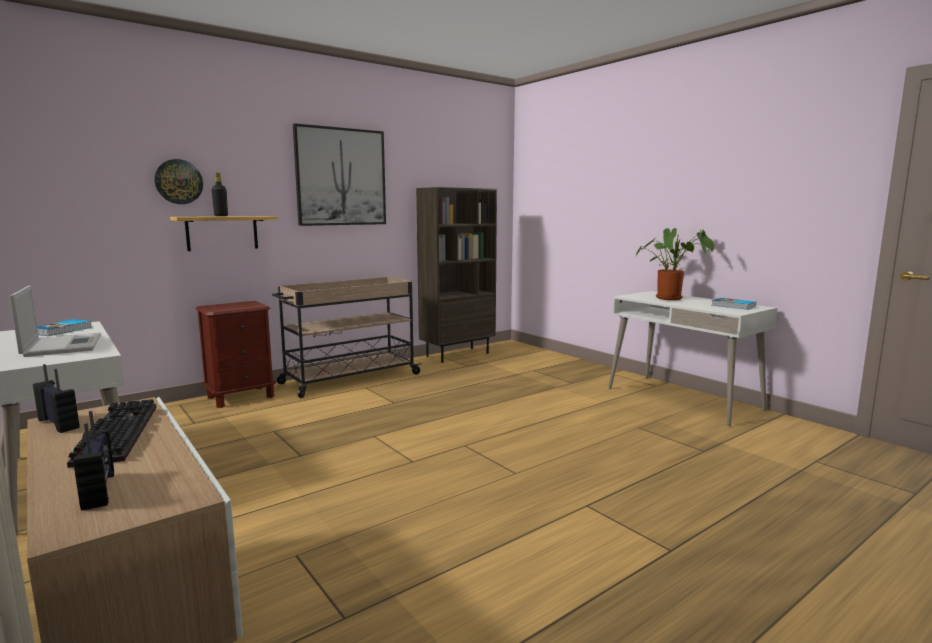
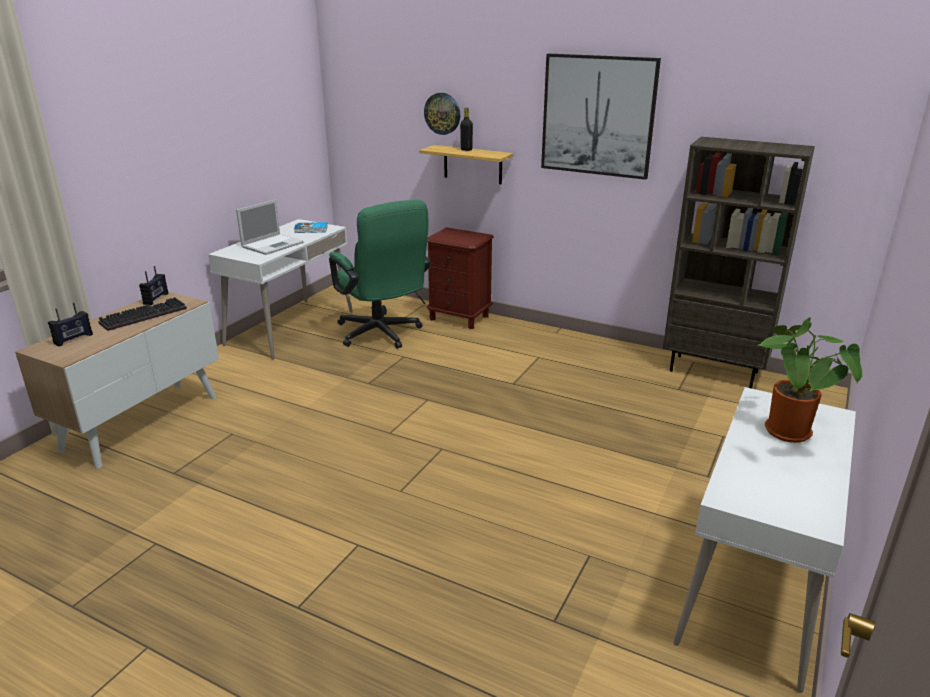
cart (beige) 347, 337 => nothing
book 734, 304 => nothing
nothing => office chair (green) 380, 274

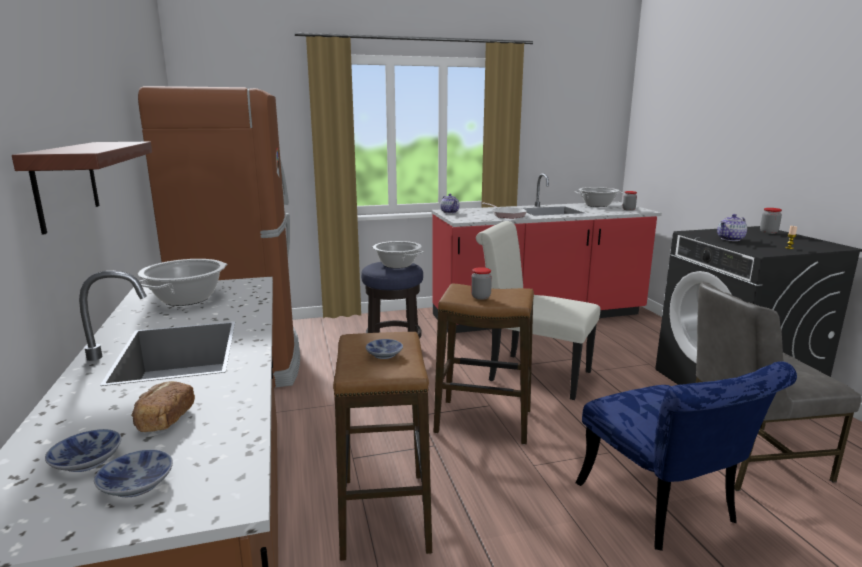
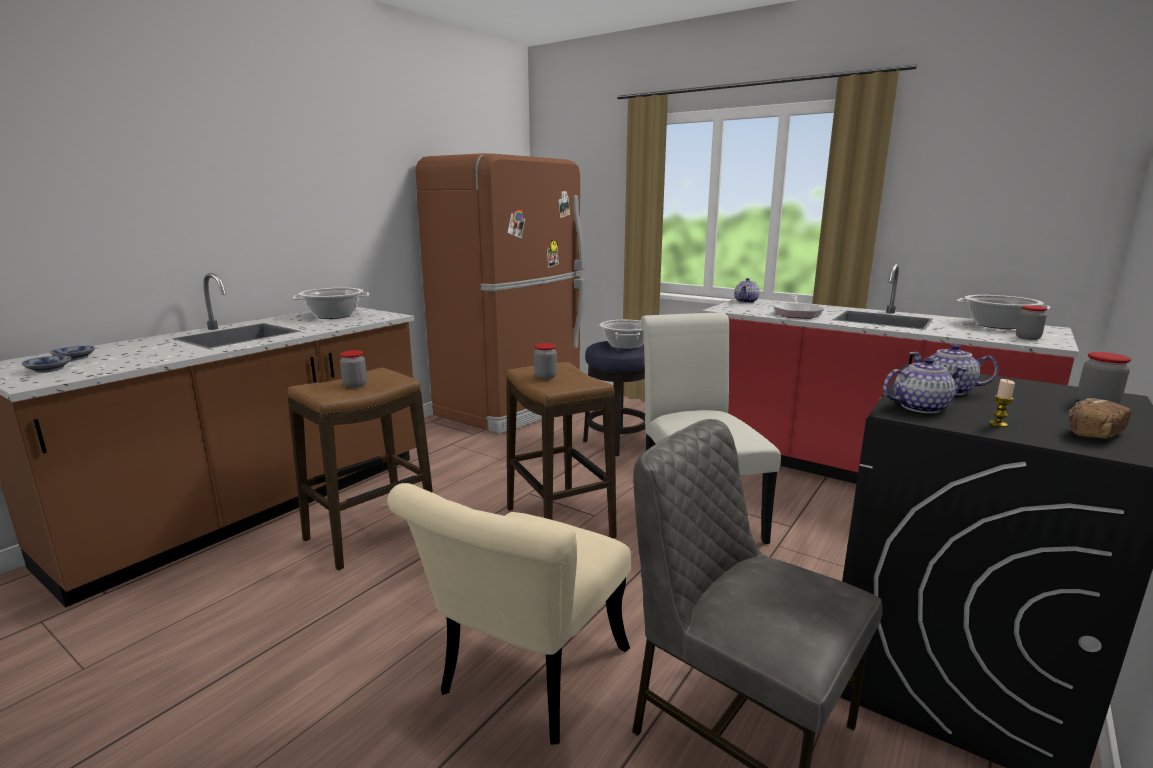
shelf 82, 188 => nothing
nothing => teapot 926, 385
bread 163, 406 => bread 1099, 418, relocated
bowl 384, 349 => jar 353, 369
chair (blue) 686, 456 => chair (beige) 509, 614

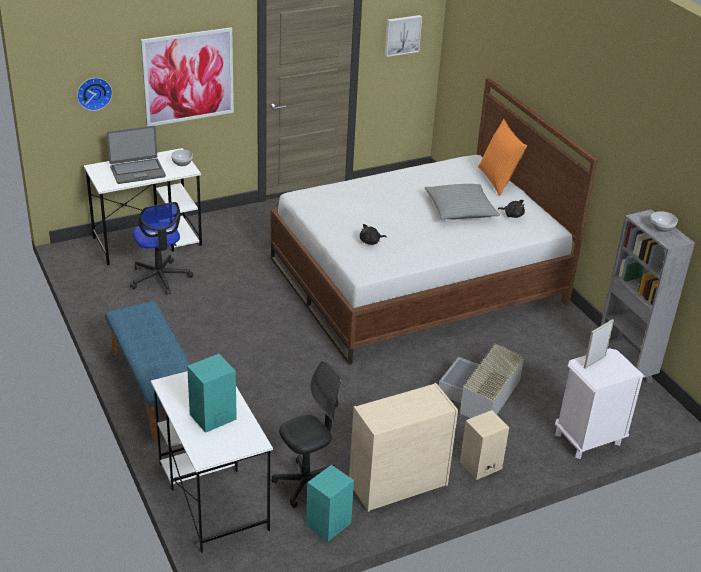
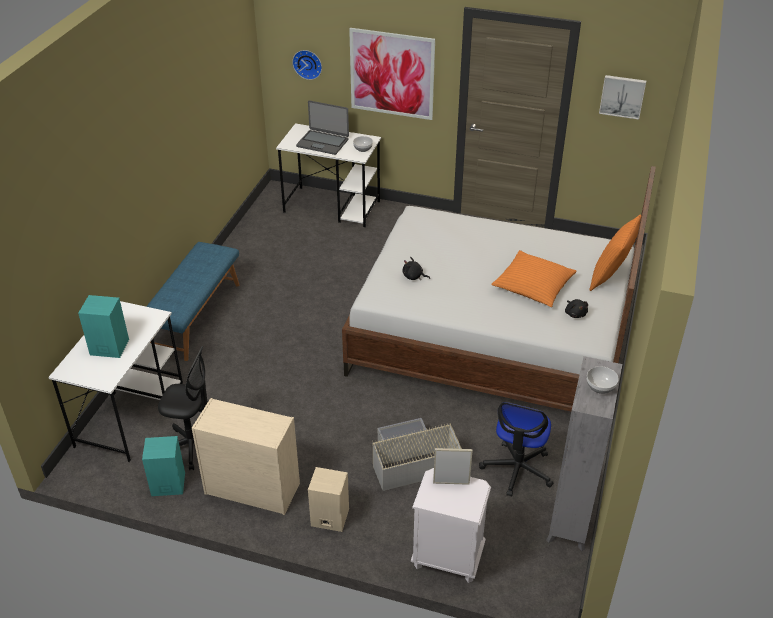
office chair 161, 248 => office chair 516, 449, relocated
pillow (grey) 462, 201 => pillow (orange) 534, 278

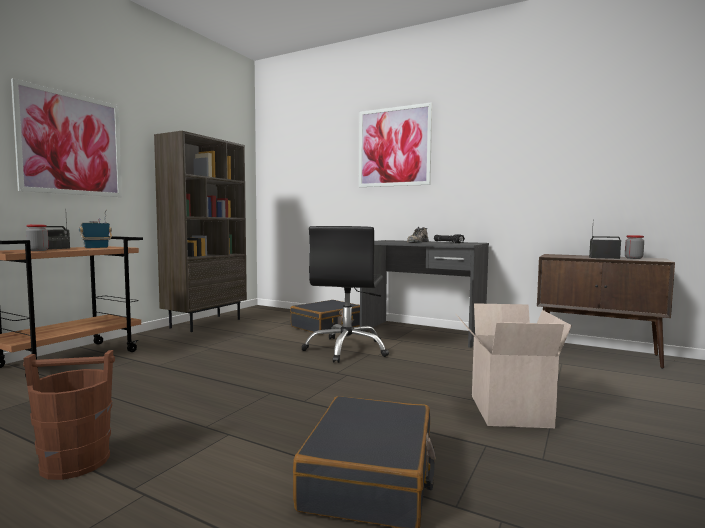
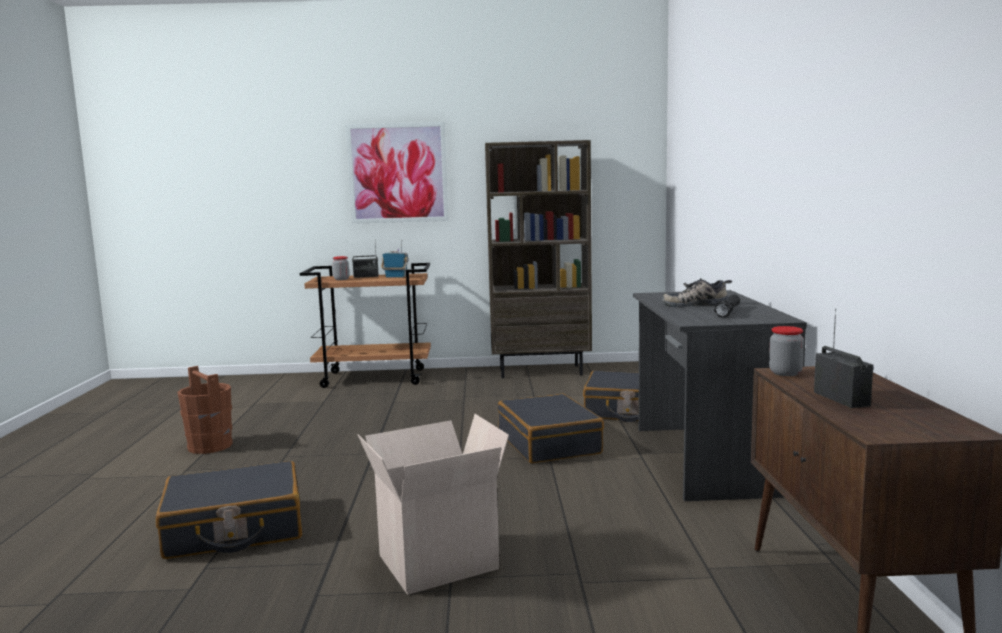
picture 395, 144 => nothing
jar 634, 247 => jar 786, 351, relocated
office chair (black) 345, 294 => suitcase (black) 551, 428

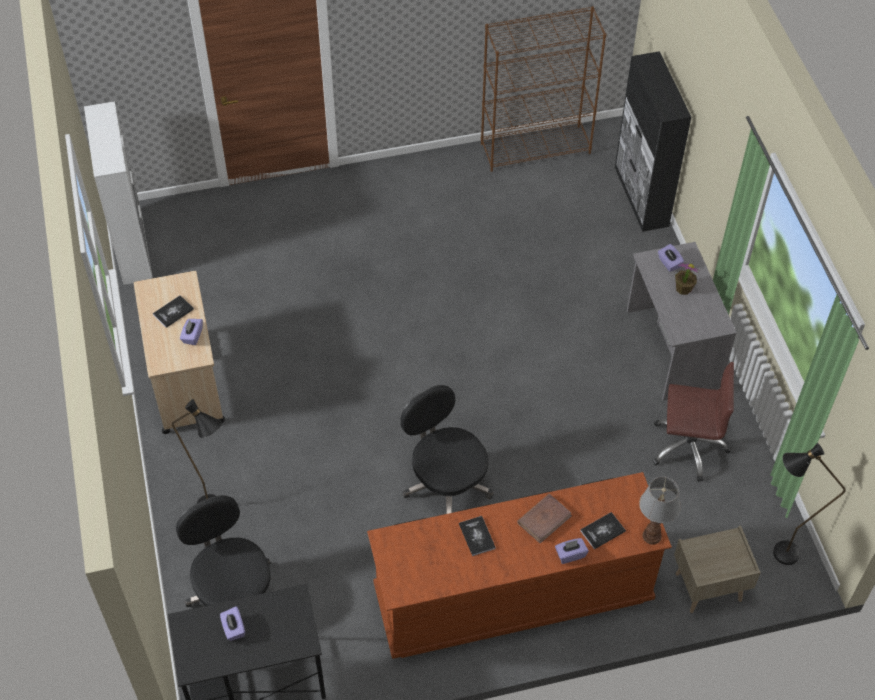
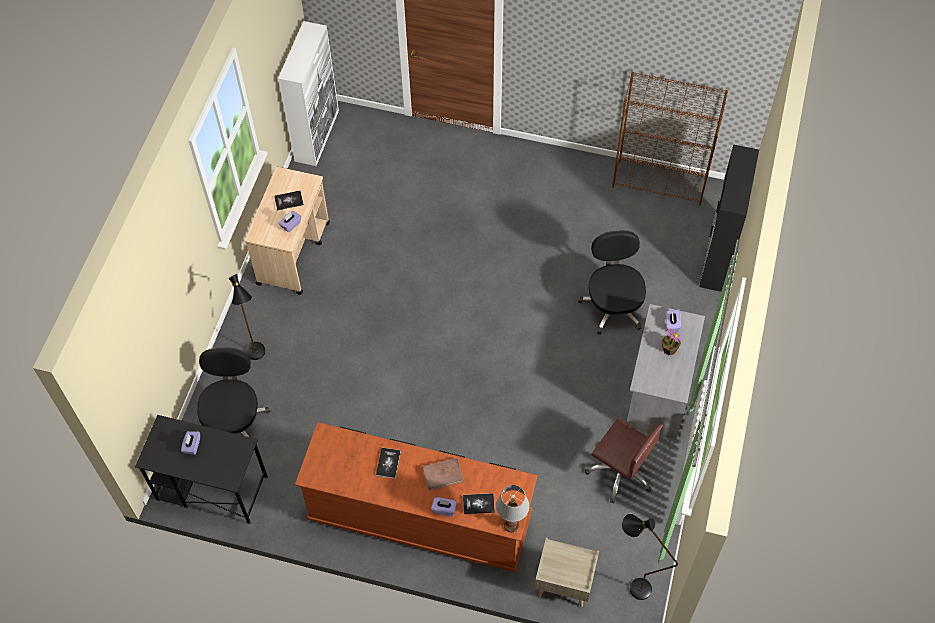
office chair (black) 447, 449 => office chair (black) 612, 282, relocated

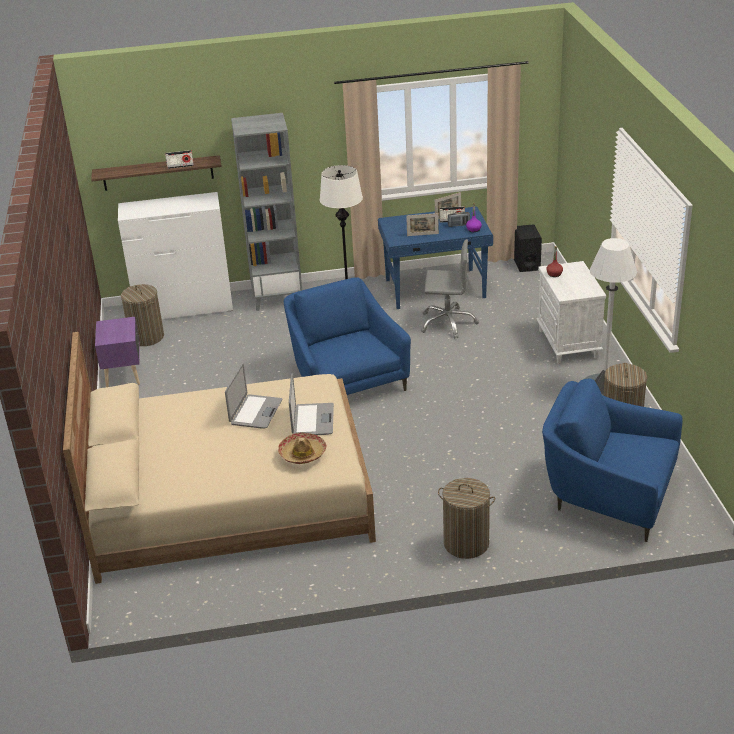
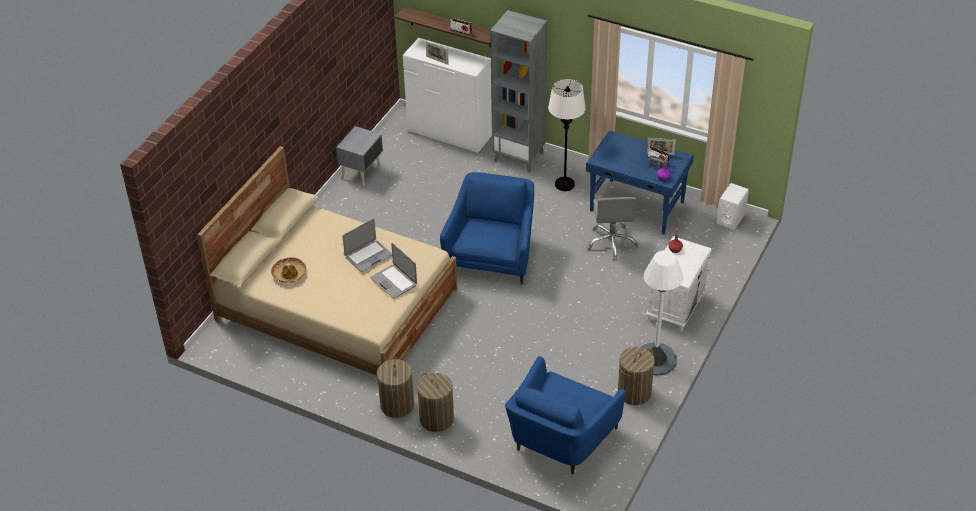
laundry basket 142, 315 => laundry basket 395, 387, relocated
hat 302, 448 => hat 288, 270, relocated
picture frame 422, 224 => picture frame 437, 53, relocated
nightstand (purple) 117, 352 => nightstand (grey) 359, 156
speaker (black) 528, 248 => speaker (white) 733, 206
laptop 311, 404 => laptop 393, 270, 105 degrees clockwise
office chair (grey) 450, 289 => office chair (grey) 613, 228, 45 degrees clockwise
armchair (blue) 612, 460 => armchair (blue) 565, 415, 120 degrees counterclockwise

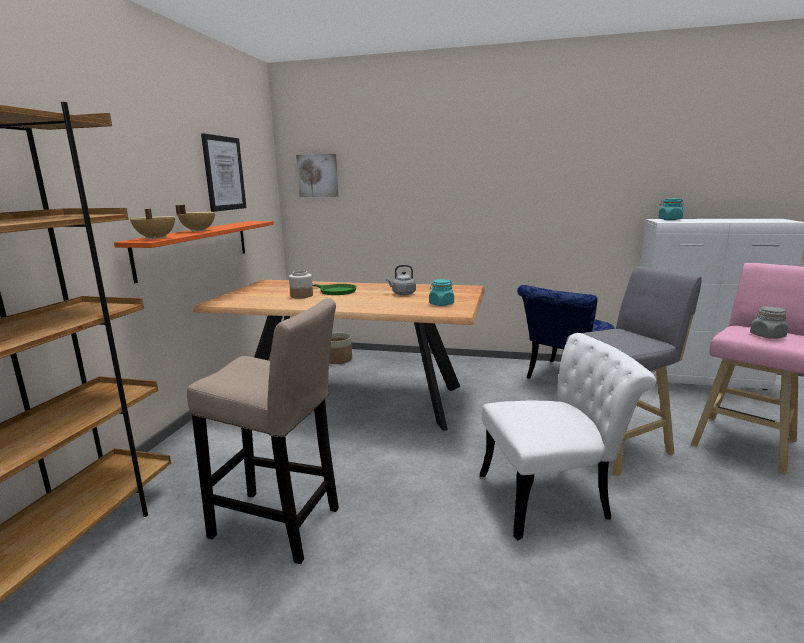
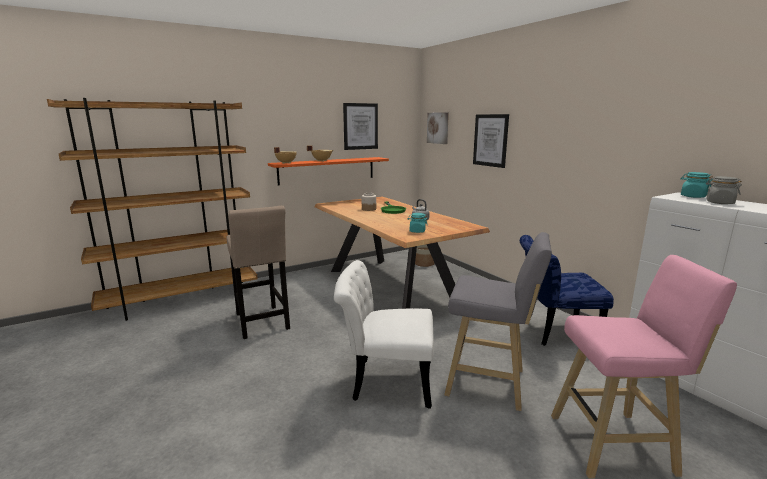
nothing => picture 491, 141
jar (grey) 769, 322 => jar (grey) 724, 190, relocated
chair (white) 568, 436 => chair (white) 384, 334, 150 degrees clockwise

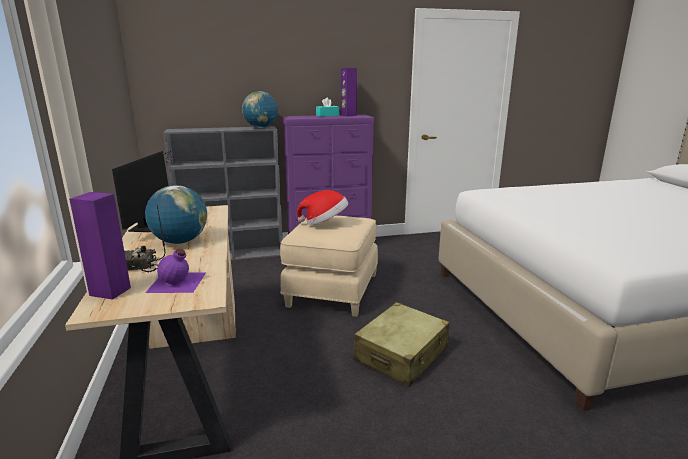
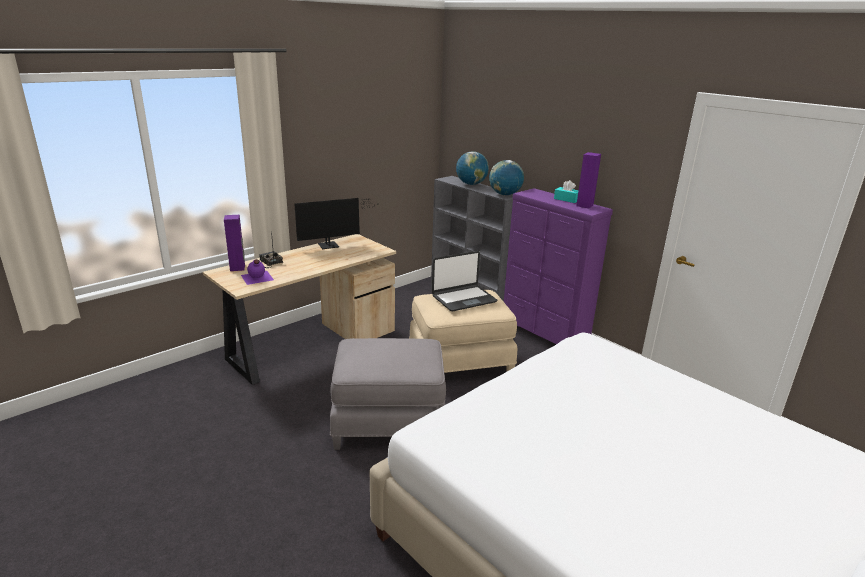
globe 176, 214 => globe 472, 168, relocated
hat 322, 207 => laptop 464, 281
suitcase (beige) 402, 344 => ottoman (grey) 388, 394

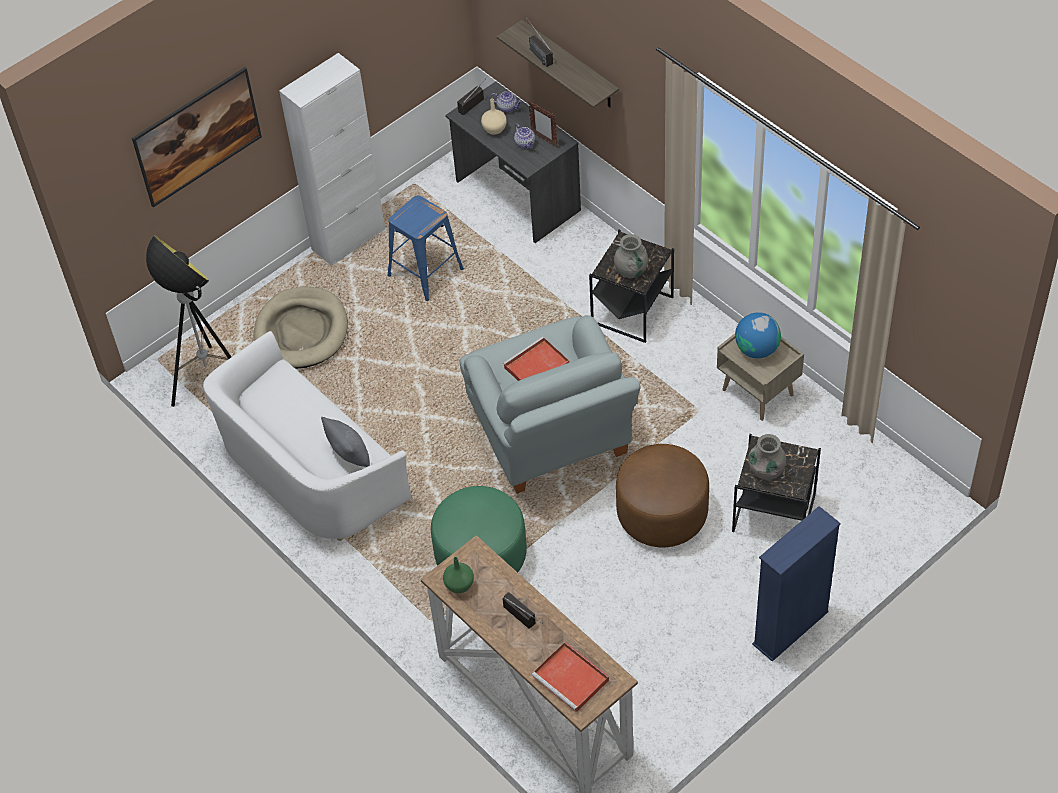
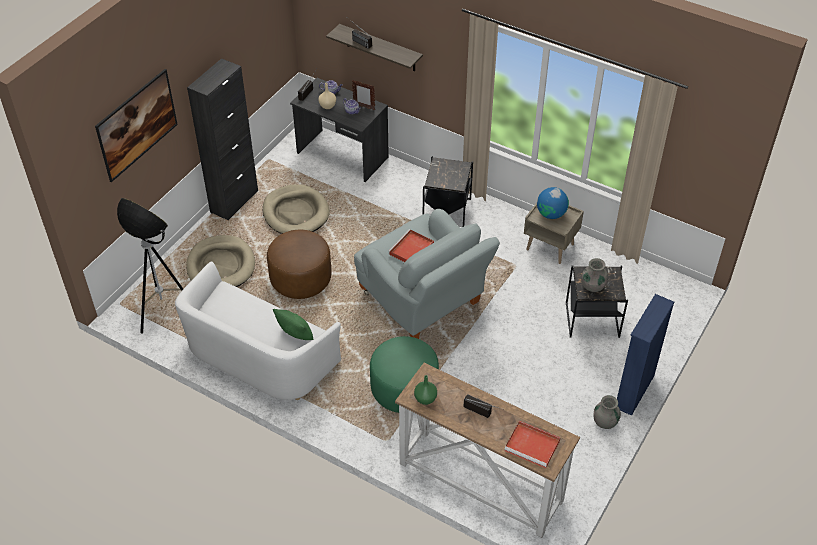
vase (grey) 631, 256 => vase (grey) 607, 412, relocated
ottoman (brown) 662, 496 => ottoman (brown) 299, 264, relocated
stool (blue) 425, 248 => dog bed (beige) 296, 209
cabinet (white) 332, 159 => cabinet (black) 222, 139
pillow (grey) 345, 442 => pillow (green) 293, 324

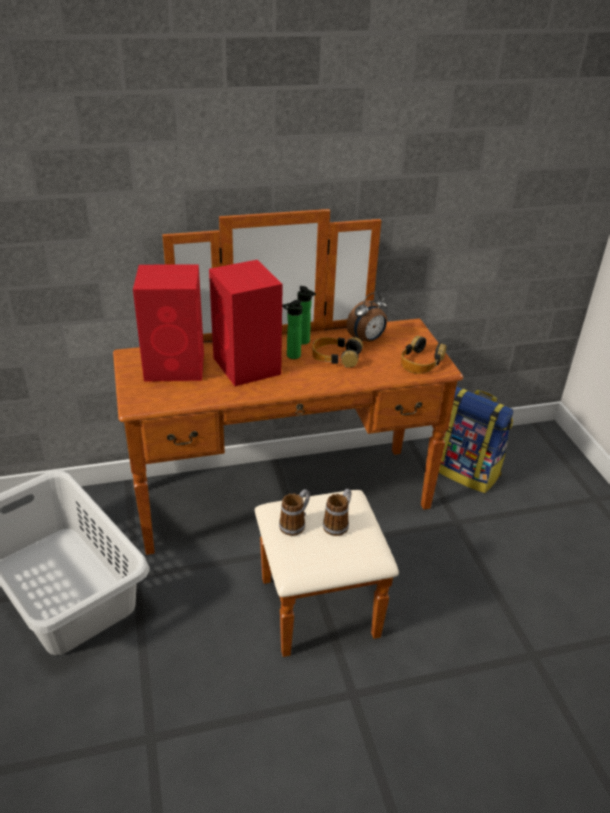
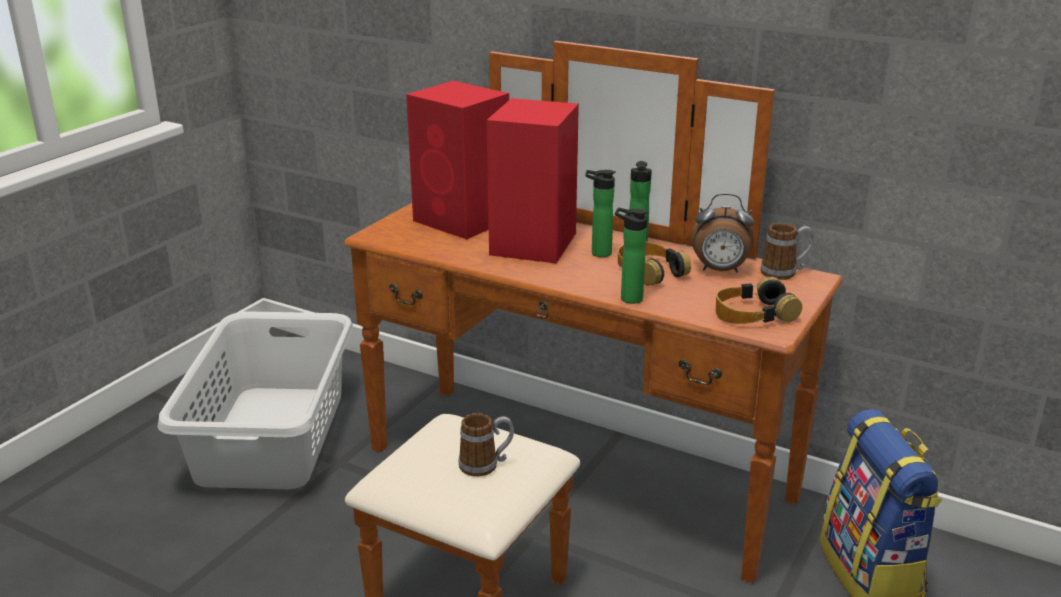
nothing => bottle 631, 256
mug 294, 512 => mug 788, 251, relocated

